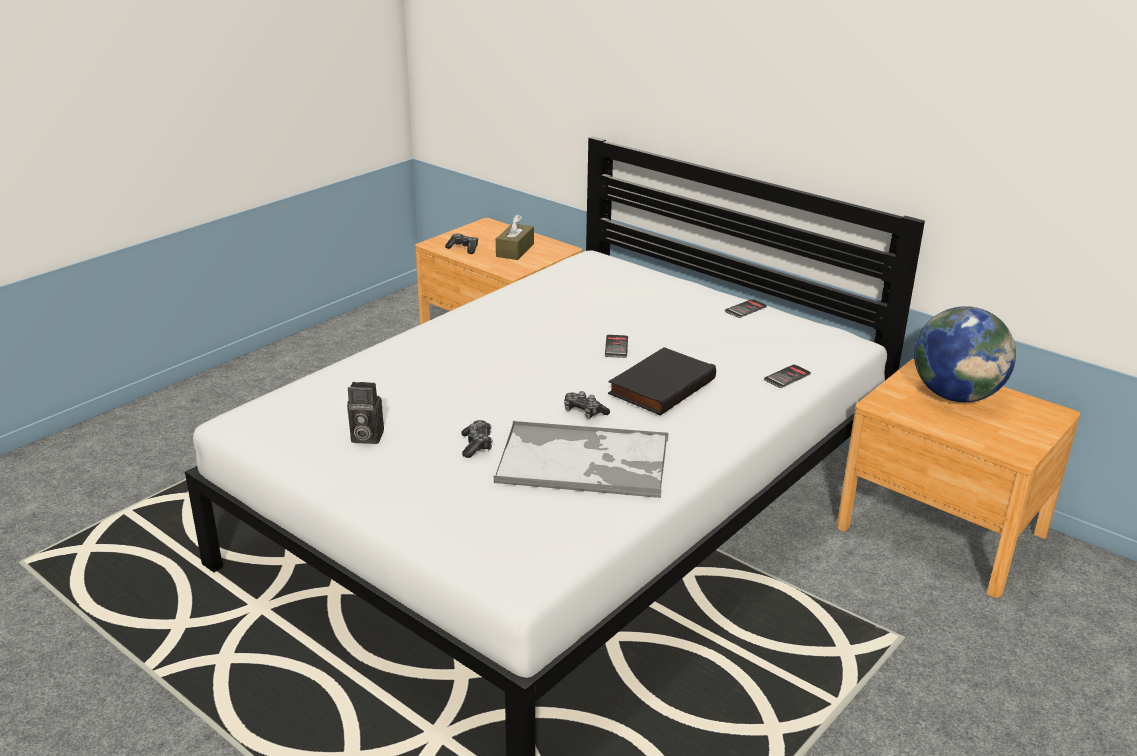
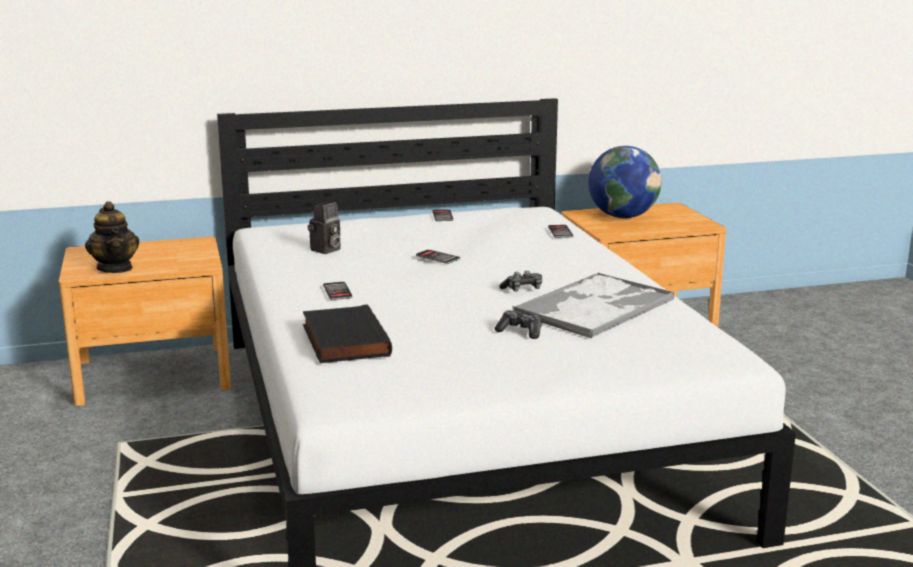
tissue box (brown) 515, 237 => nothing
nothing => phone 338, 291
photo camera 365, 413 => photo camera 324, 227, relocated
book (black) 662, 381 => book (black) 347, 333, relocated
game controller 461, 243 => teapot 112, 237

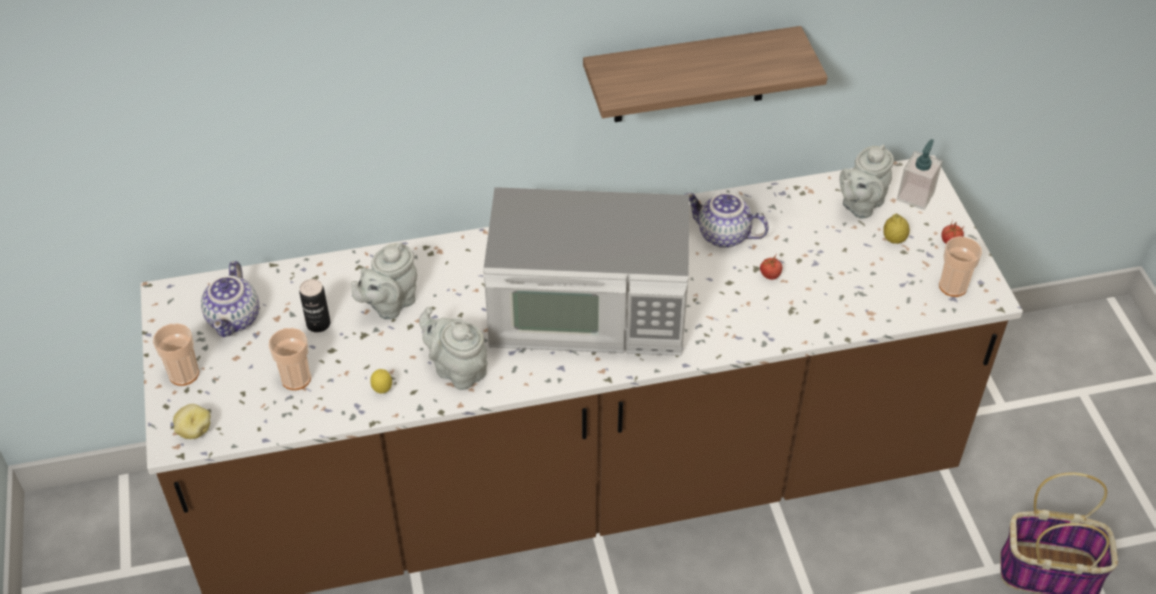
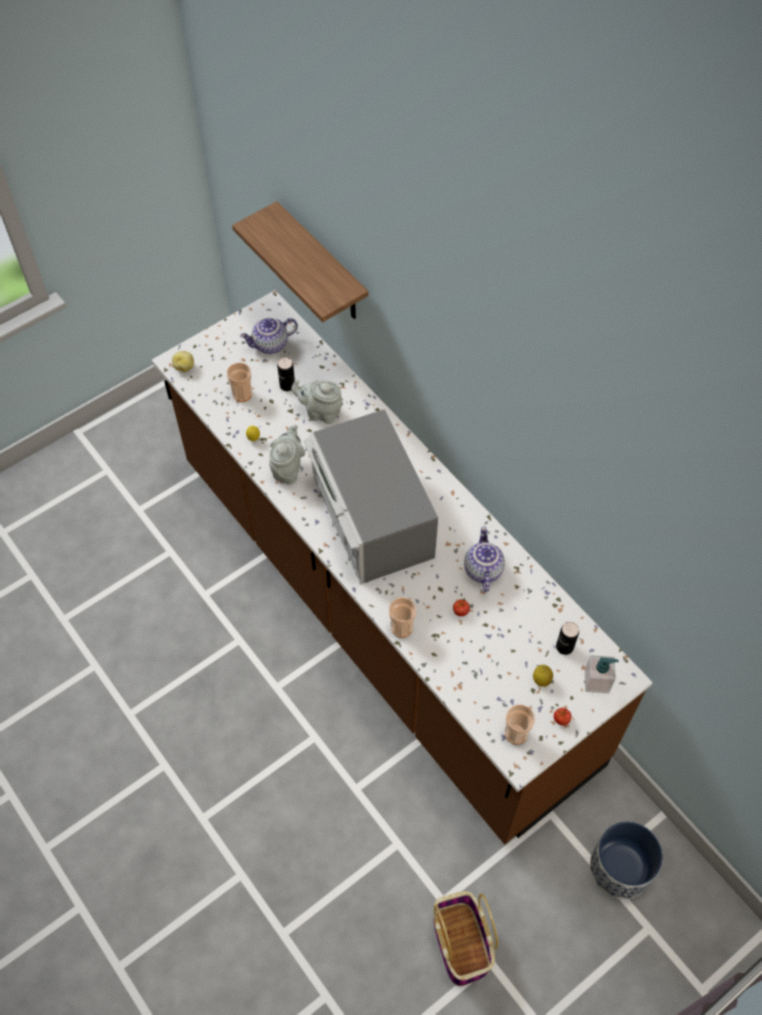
nothing => planter 626, 860
cup 176, 354 => cup 402, 617, relocated
shelf 705, 74 => shelf 300, 261, relocated
teapot (grey) 866, 182 => can 567, 638

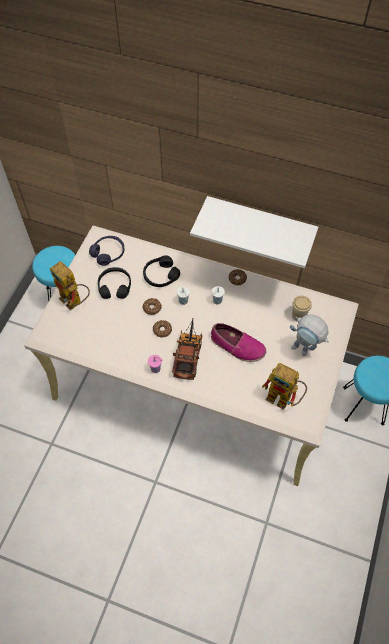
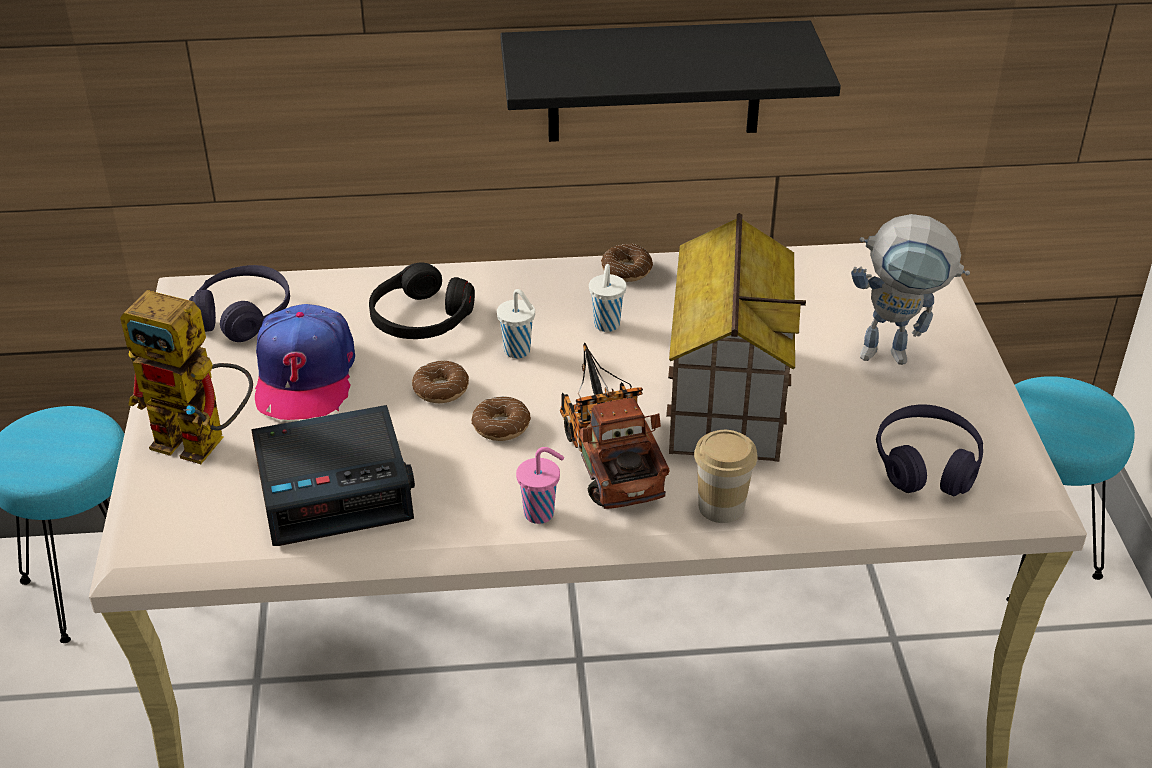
nothing => alarm clock 333, 475
cup 302, 308 => cup 726, 476, relocated
headphones (black) 114, 283 => cap 305, 362
shoe 238, 342 => toy house 736, 337
toy robot 284, 386 => headphones (purple) 929, 450
shelf (white) 254, 232 => shelf (black) 670, 81

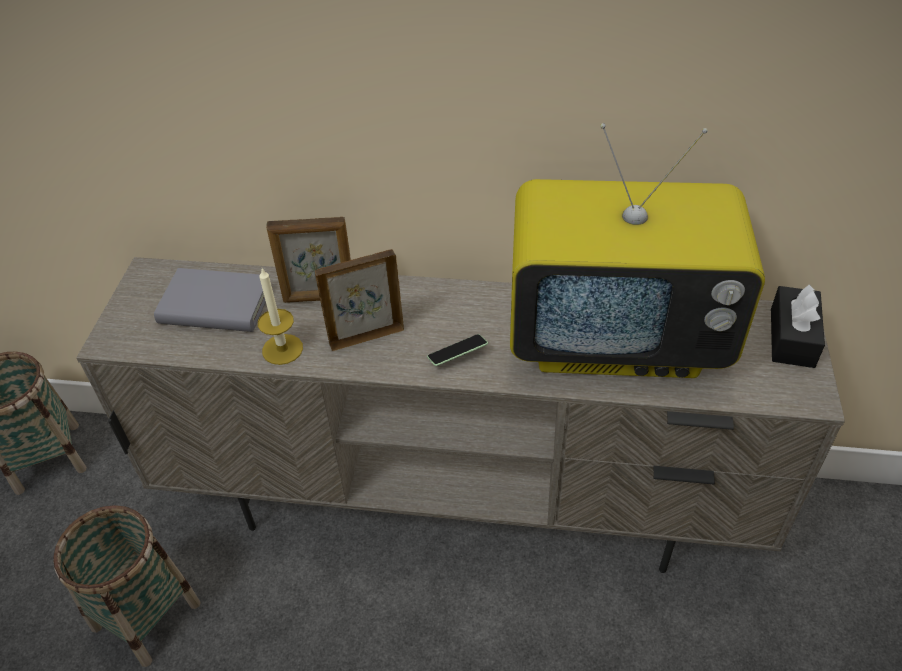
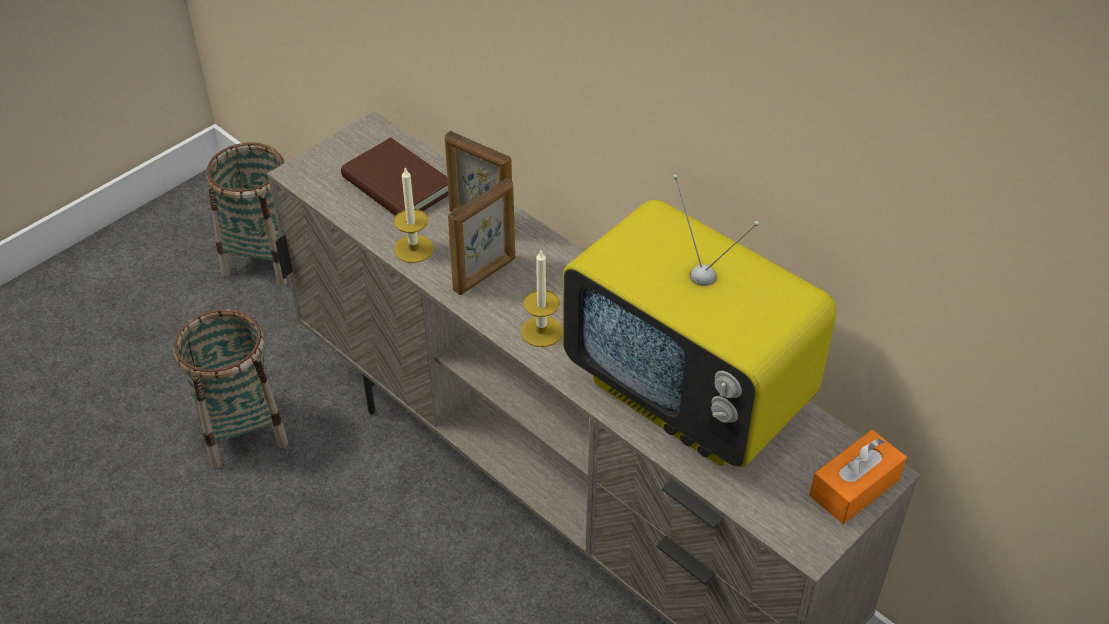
phone 457, 350 => candle 542, 299
book (grey) 213, 300 => book (brown) 394, 176
tissue box (black) 798, 326 => tissue box (orange) 858, 477
picture frame 359, 300 => picture frame 481, 236, 120 degrees clockwise

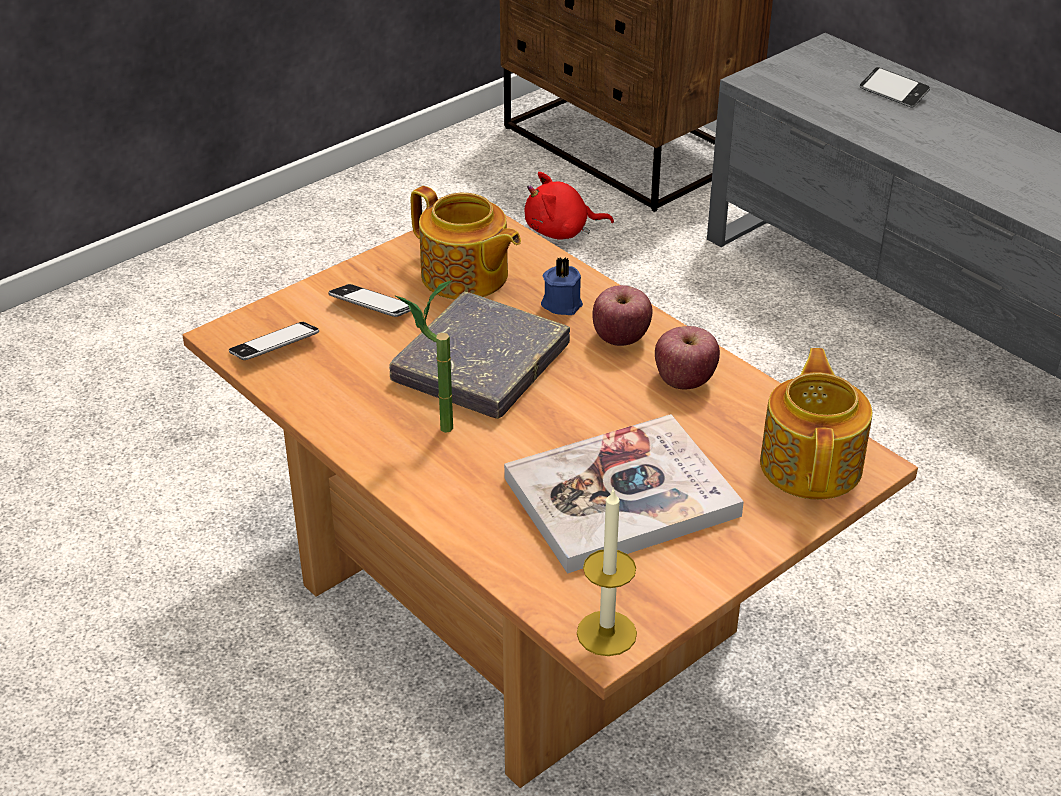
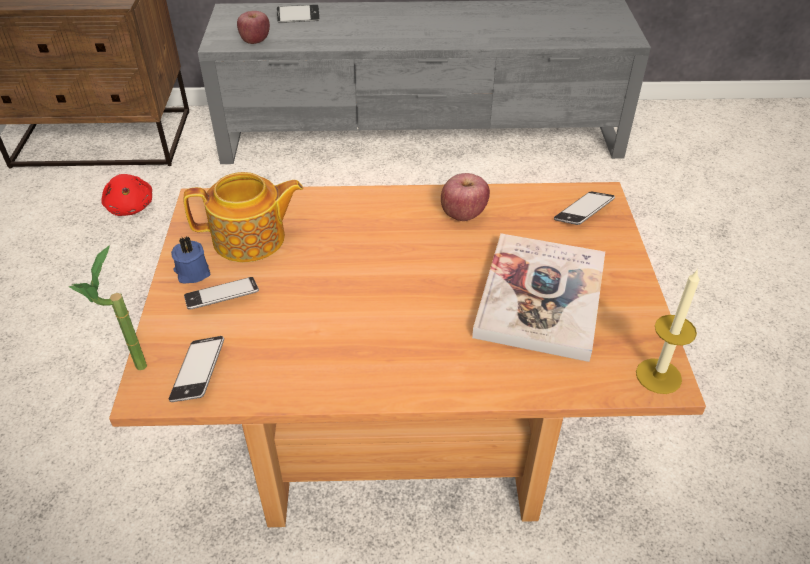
book (grey) 479, 355 => nothing
potted plant 423, 356 => potted plant 108, 307, relocated
candle (blue) 562, 286 => candle (blue) 190, 260, relocated
apple 623, 315 => apple 253, 27, relocated
teapot 816, 423 => phone 584, 208
plush toy (red) 569, 206 => plush toy (red) 126, 195, 60 degrees counterclockwise

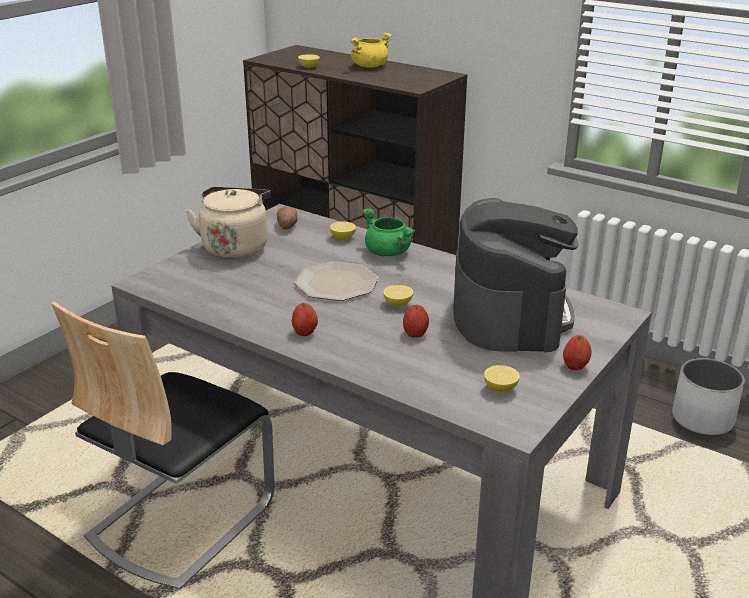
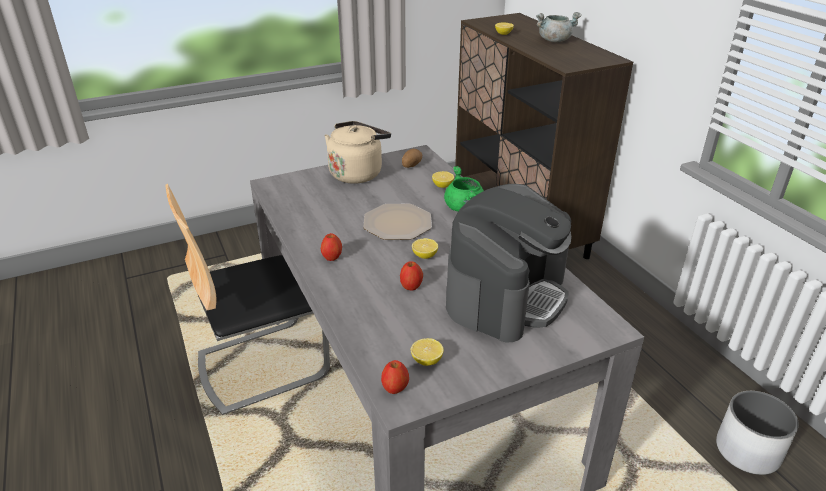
apple 577, 352 => apple 395, 377, relocated
cooking pot (yellow) 371, 50 => cooking pot (grey) 559, 27

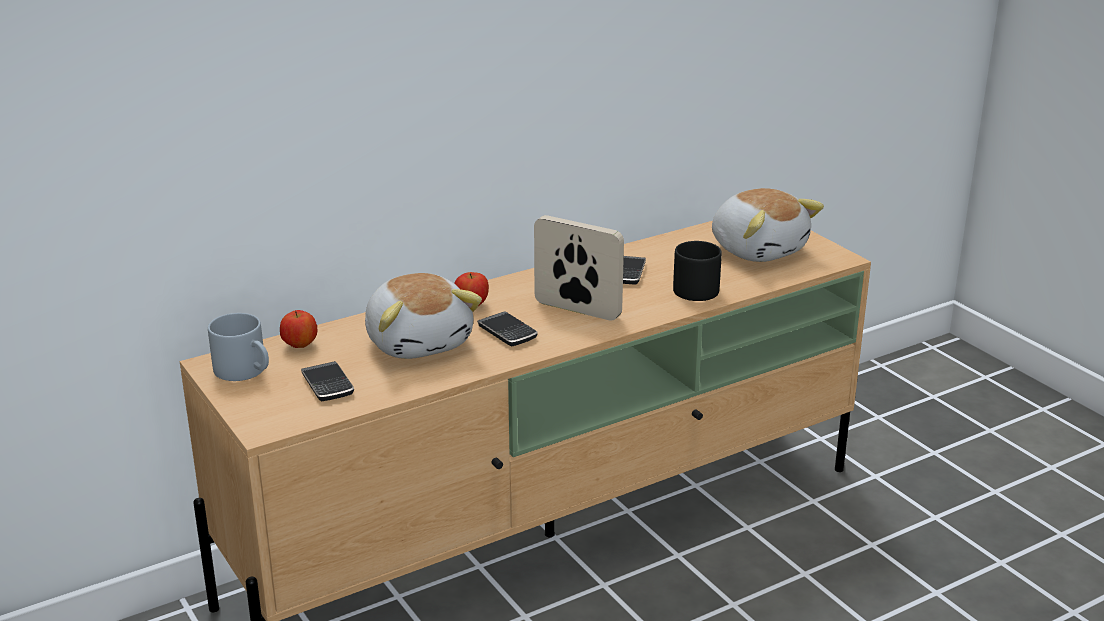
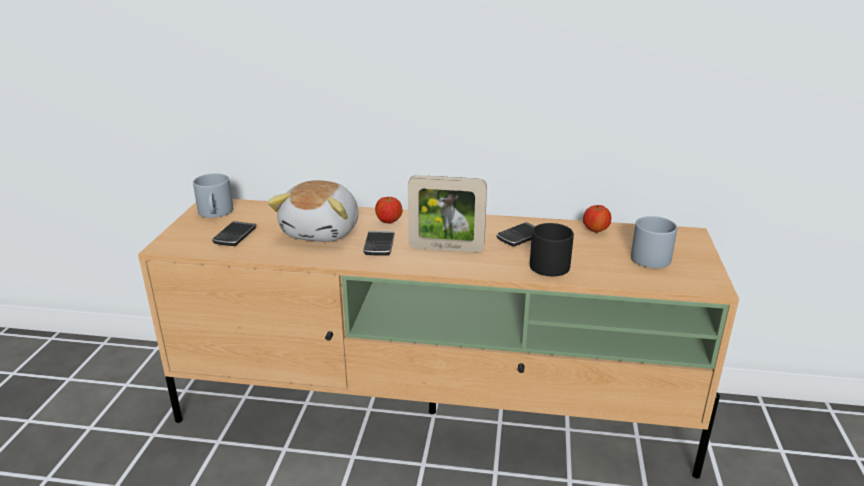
apple 298, 329 => apple 597, 219, relocated
plush toy 768, 225 => mug (grey) 654, 242
picture frame 579, 268 => picture frame 447, 213, 120 degrees clockwise

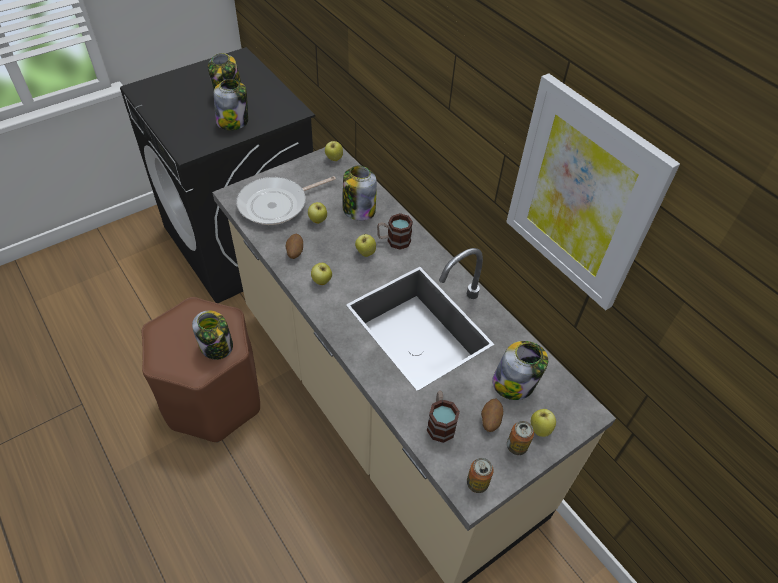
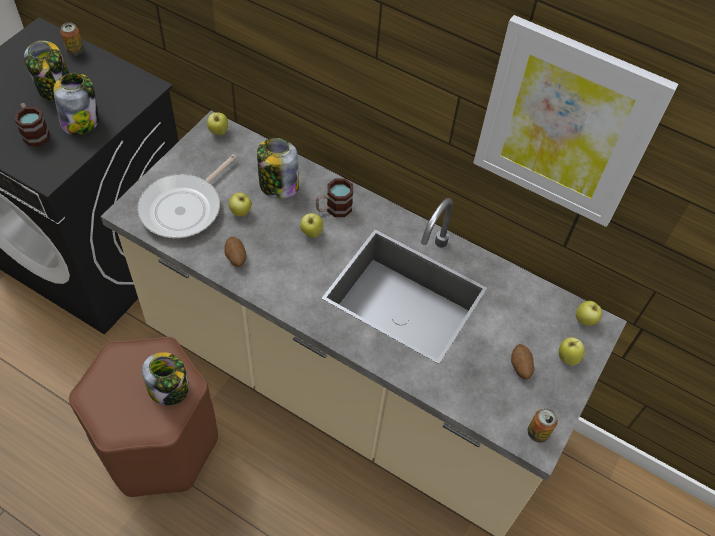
jar 520, 370 => nothing
apple 321, 274 => apple 589, 313, relocated
mug 443, 417 => mug 32, 125, relocated
can 520, 438 => can 72, 39, relocated

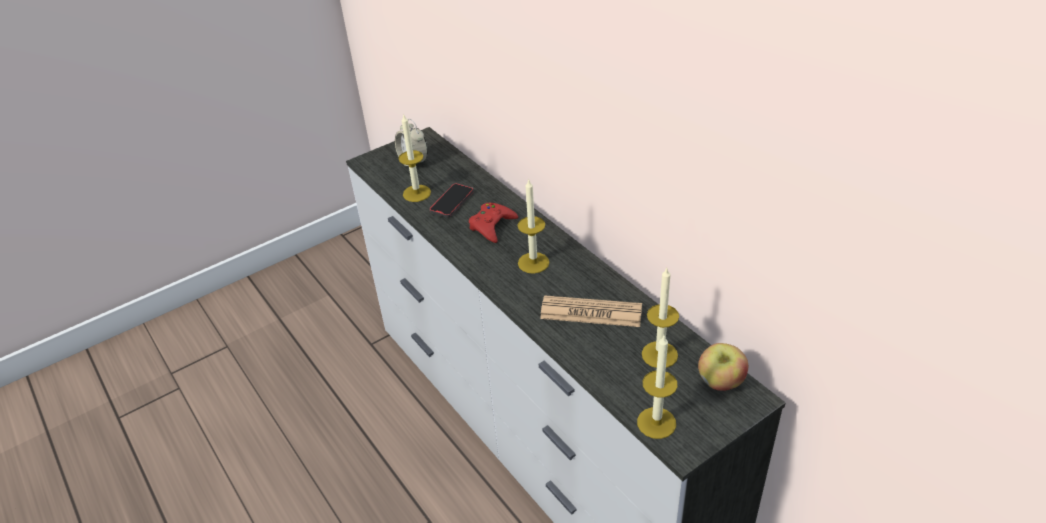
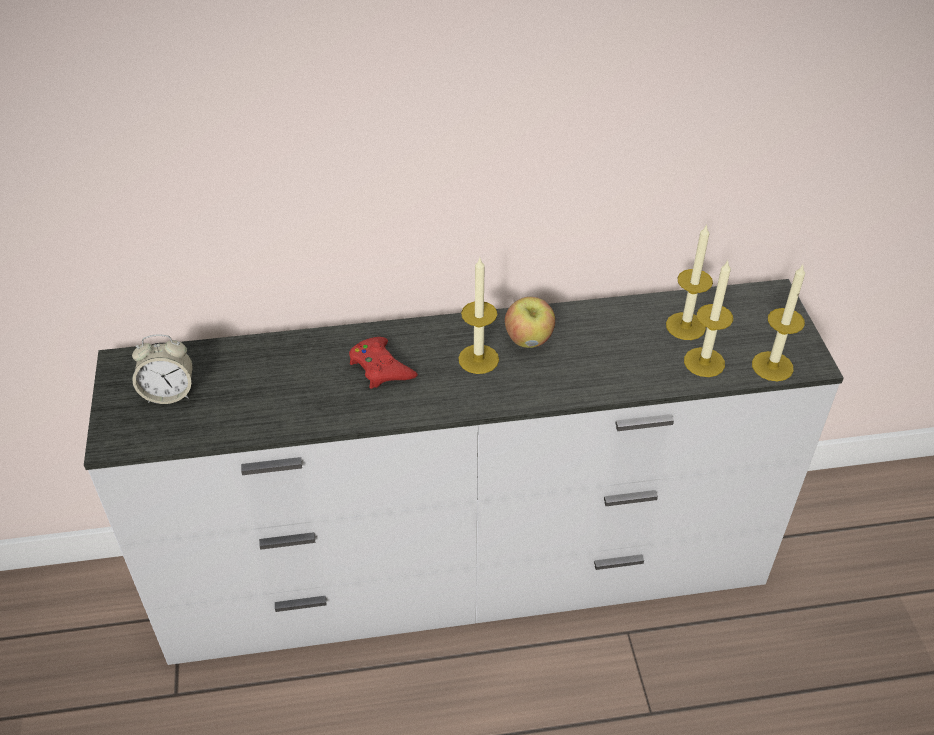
phone 451, 200 => nothing
newspaper 591, 311 => nothing
candle 414, 157 => candle 708, 319, relocated
apple 723, 367 => apple 530, 322, relocated

